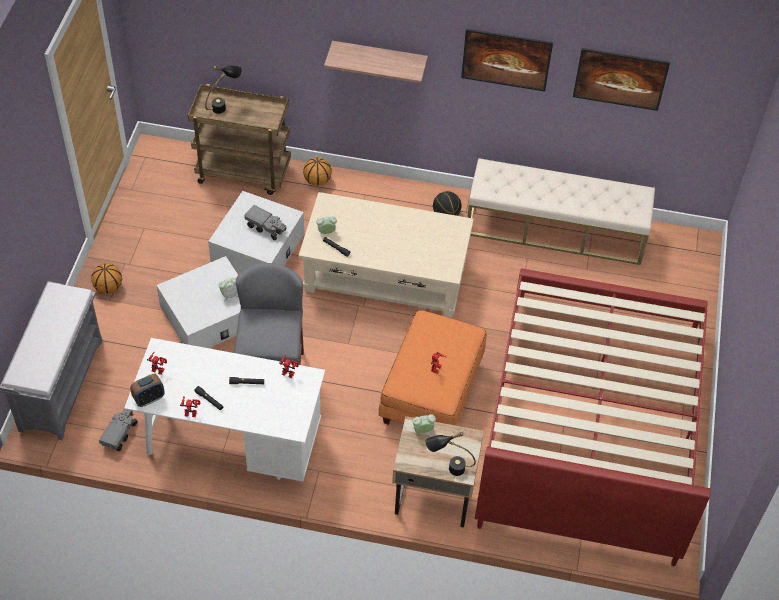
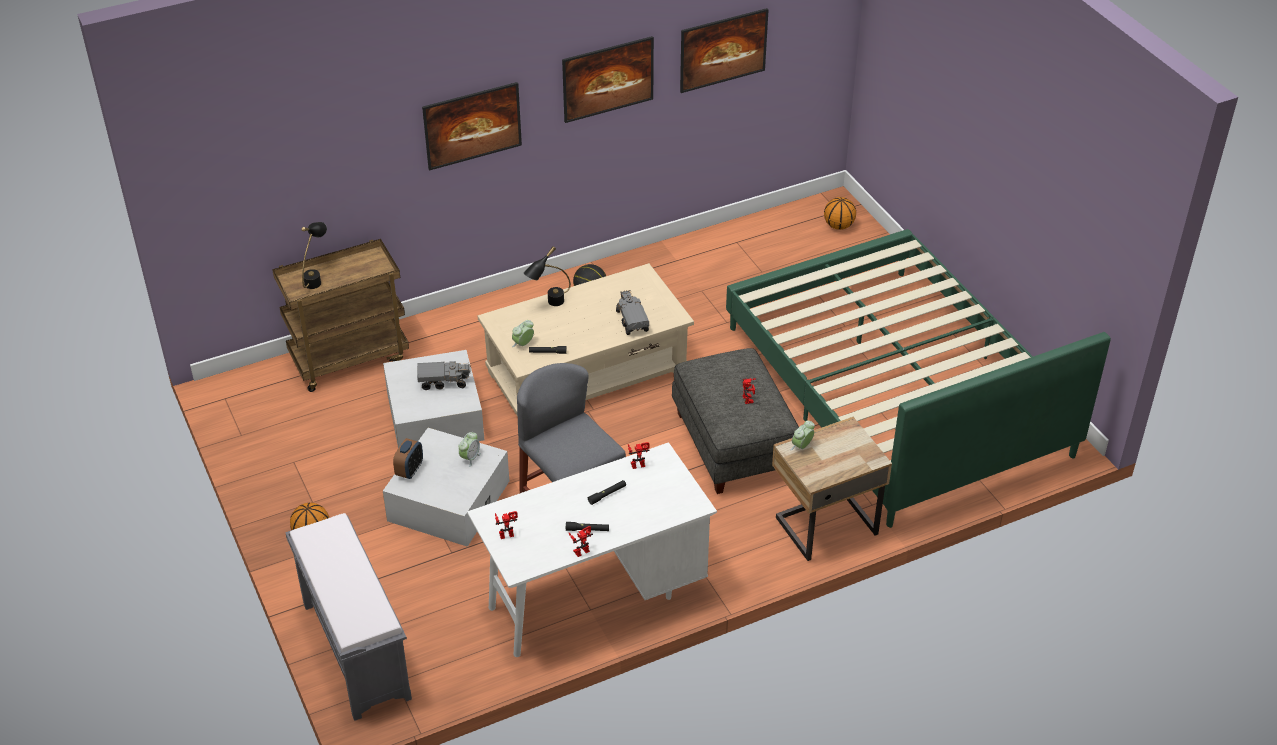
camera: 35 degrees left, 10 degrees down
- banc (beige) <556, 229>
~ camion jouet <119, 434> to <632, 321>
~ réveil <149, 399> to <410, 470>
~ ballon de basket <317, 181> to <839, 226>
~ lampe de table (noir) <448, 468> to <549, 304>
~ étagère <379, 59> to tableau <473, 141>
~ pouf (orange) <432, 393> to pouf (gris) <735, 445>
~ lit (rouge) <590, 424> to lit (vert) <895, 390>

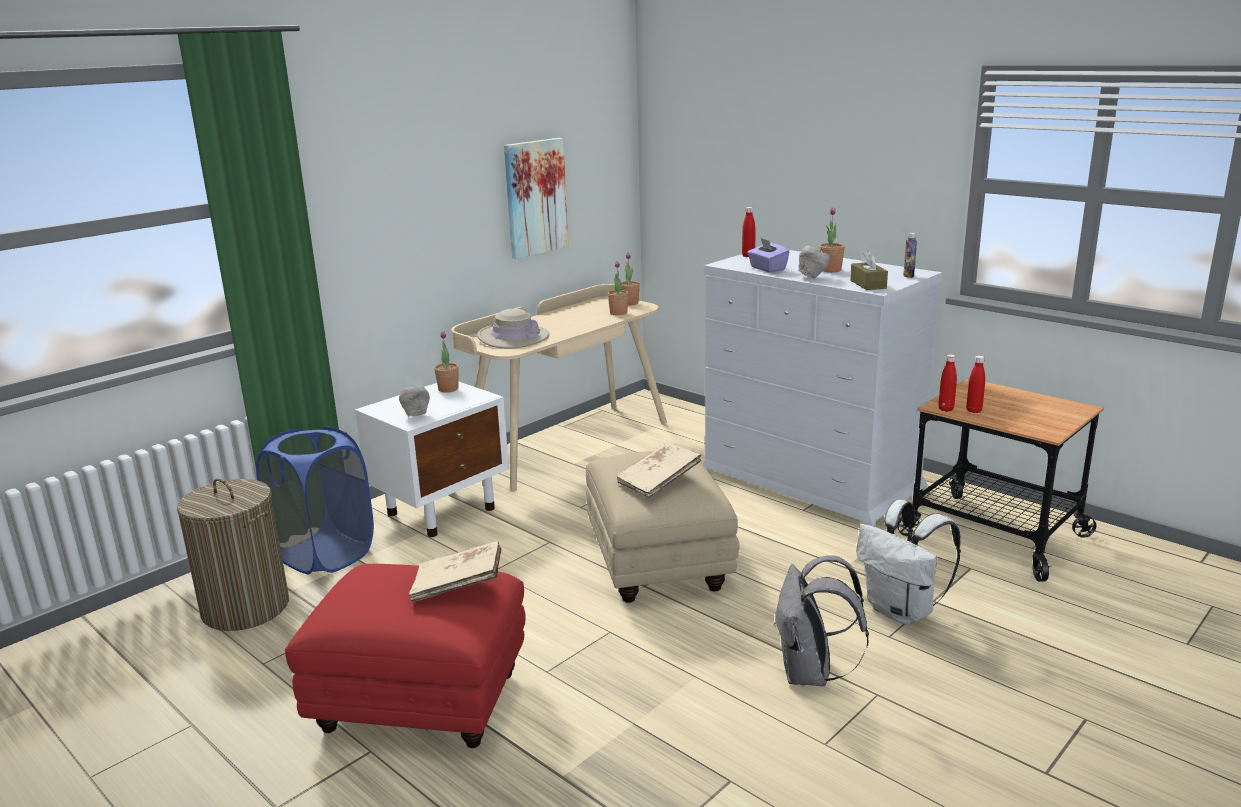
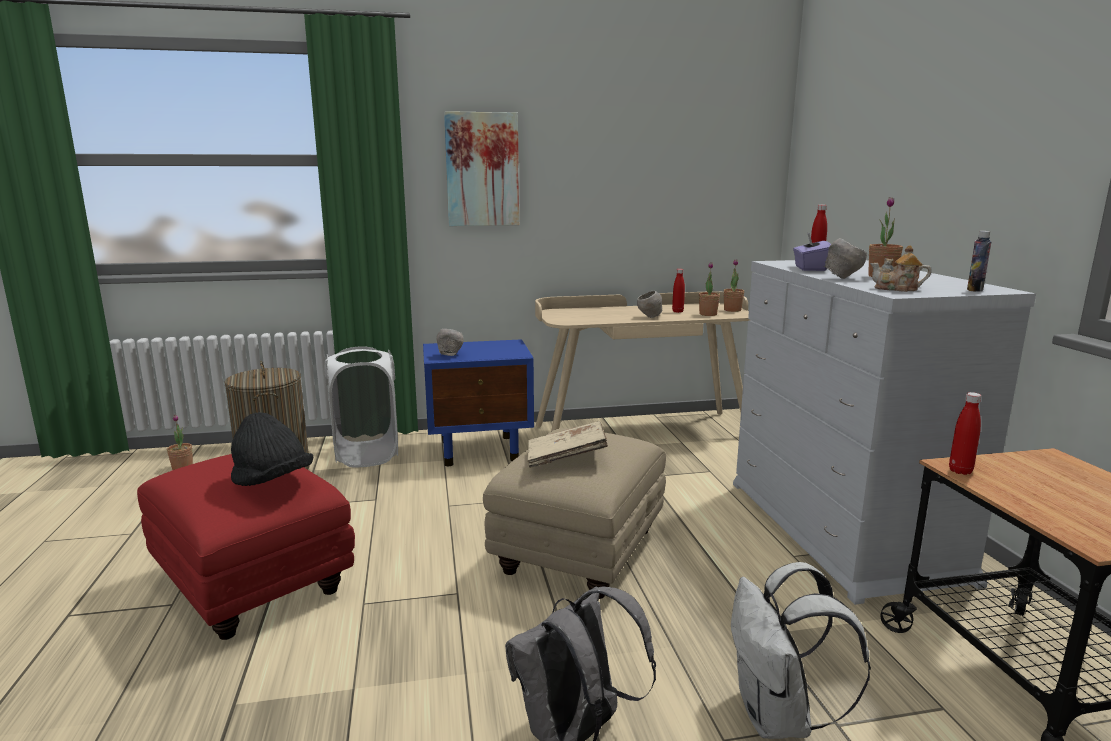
camera: 35 degrees right, 5 degrees down
- chapeau (beige) <513, 337>
+ bol (gris) <649, 317>
~ plante en pot <448, 389> to <182, 468>
~ tableau <535, 197> to <482, 170>
~ bouteille (rouge) <973, 411> to <677, 311>
~ livre (beige) <458, 585> to chapeau (noir) <272, 482>
~ boîte à mouchoirs (marron) <868, 284> to théière <897, 289>
~ panier à linge (bleu) <324, 554> to panier à linge (blanc) <366, 454>
~ table de chevet (blanc) <442, 510> to table de chevet (bleu) <480, 450>

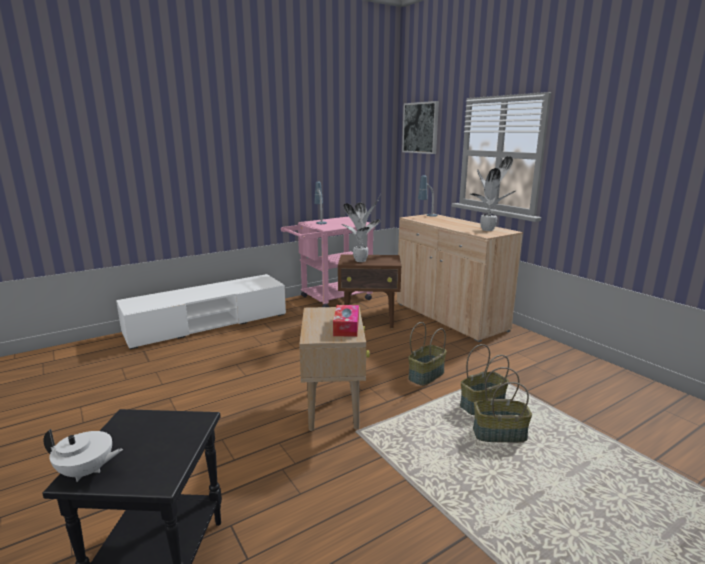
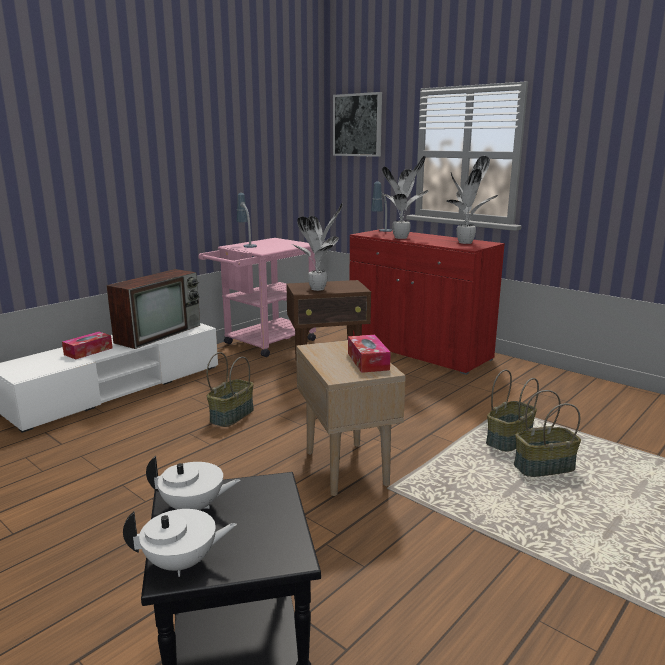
camera: 15 degrees left, 0 degrees up
+ boîte à mouchoirs <88, 351>
+ téléviseur <159, 333>
+ théière (blanc) <194, 507>
+ plante en pot <402, 238>
~ panier <426, 375> to <231, 415>
~ meuble de rangement (beige) <449, 316> to meuble de rangement (rouge) <418, 351>

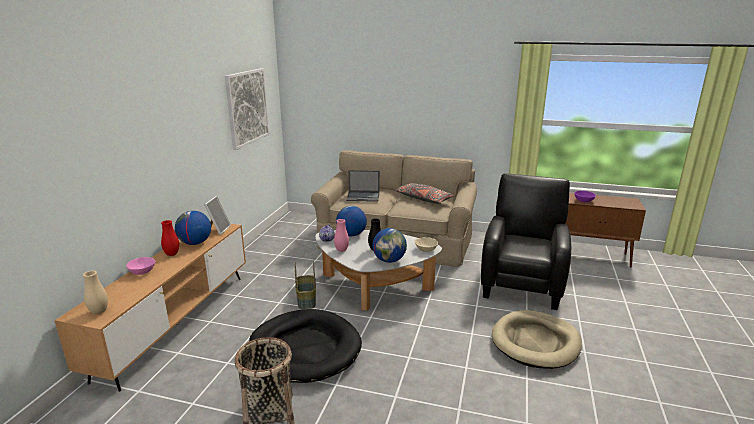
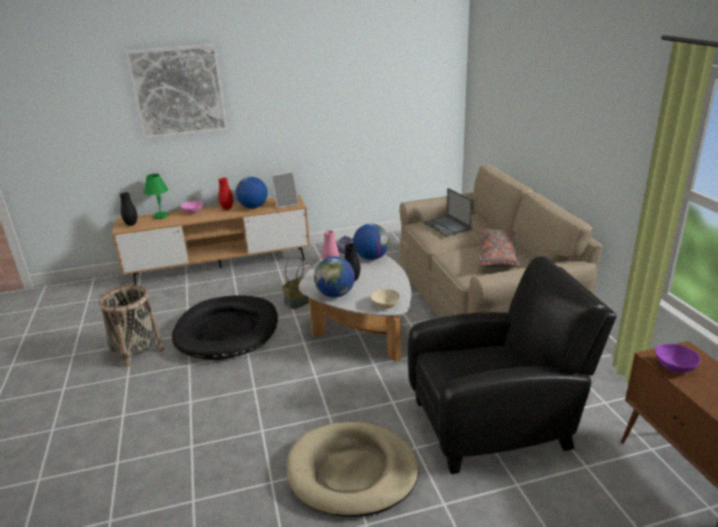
camera: 60 degrees right, 5 degrees up
+ lampe de table (vert) <160, 216>
~ tableau <247, 107> to <178, 92>
~ vase (beige) <99, 312> to vase (noir) <131, 224>

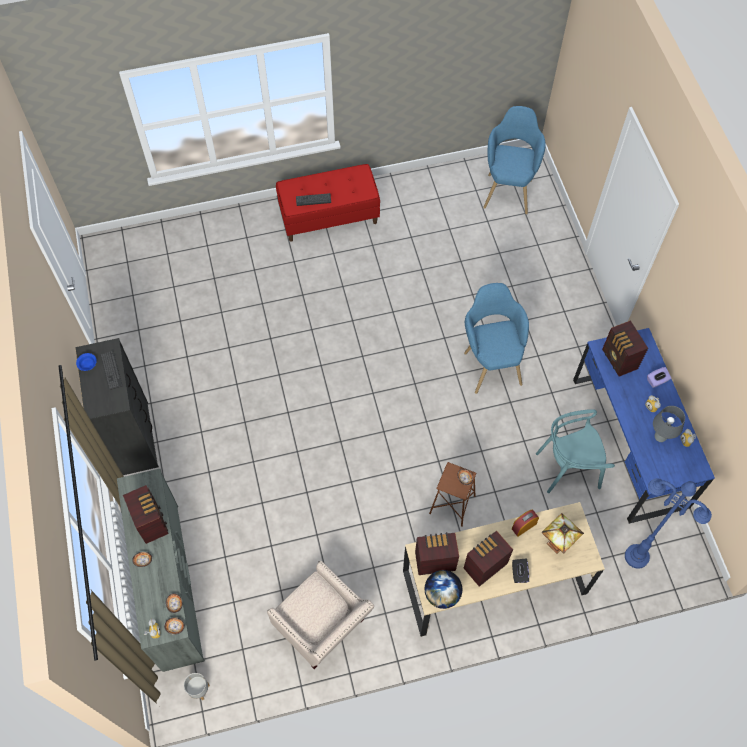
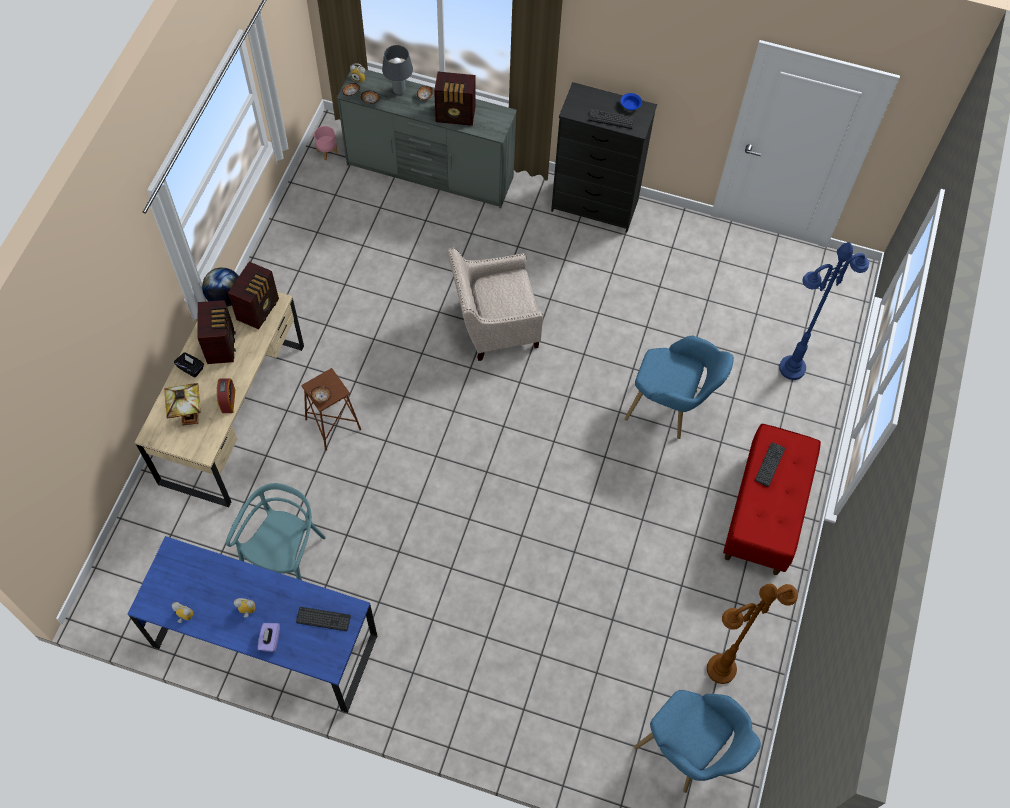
camera: 120 degrees right, 0 degrees up
+ lampadaire (marron) <721, 669>
~ fauteuil (beige) <322, 628> to <493, 325>
~ fauteuil (bleu) <490, 361> to <671, 409>
~ lampadaire (bleu) <636, 556> to <792, 368>
~ lampe de table (gris) <659, 437> to <399, 90>
~ radio <619, 360> to clavier <323, 619>
~ cache-pot (gris) <199, 689> to cache-pot (rose) <327, 152>

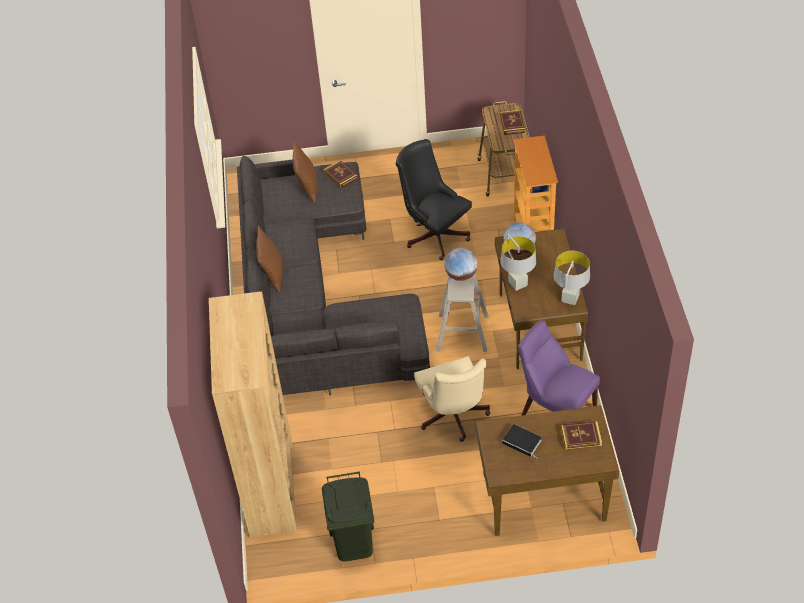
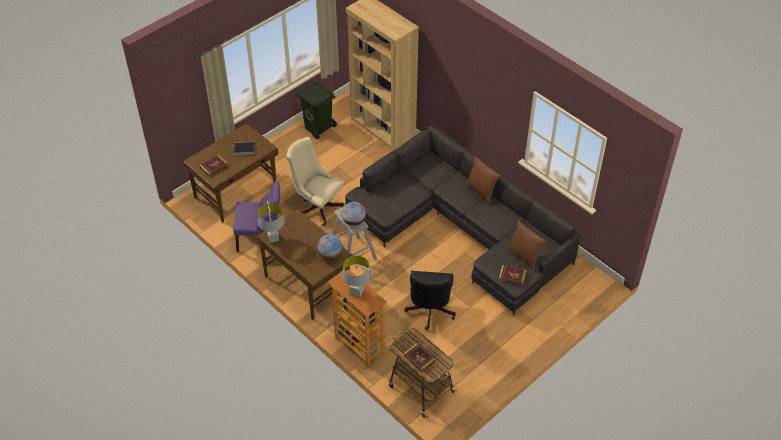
camera: 140 degrees right, 0 degrees up
~ lampe de table (gris) <517, 284> to <357, 292>
~ chaise de bureau (noir) <434, 234> = <429, 312> 90 degrees clockwise

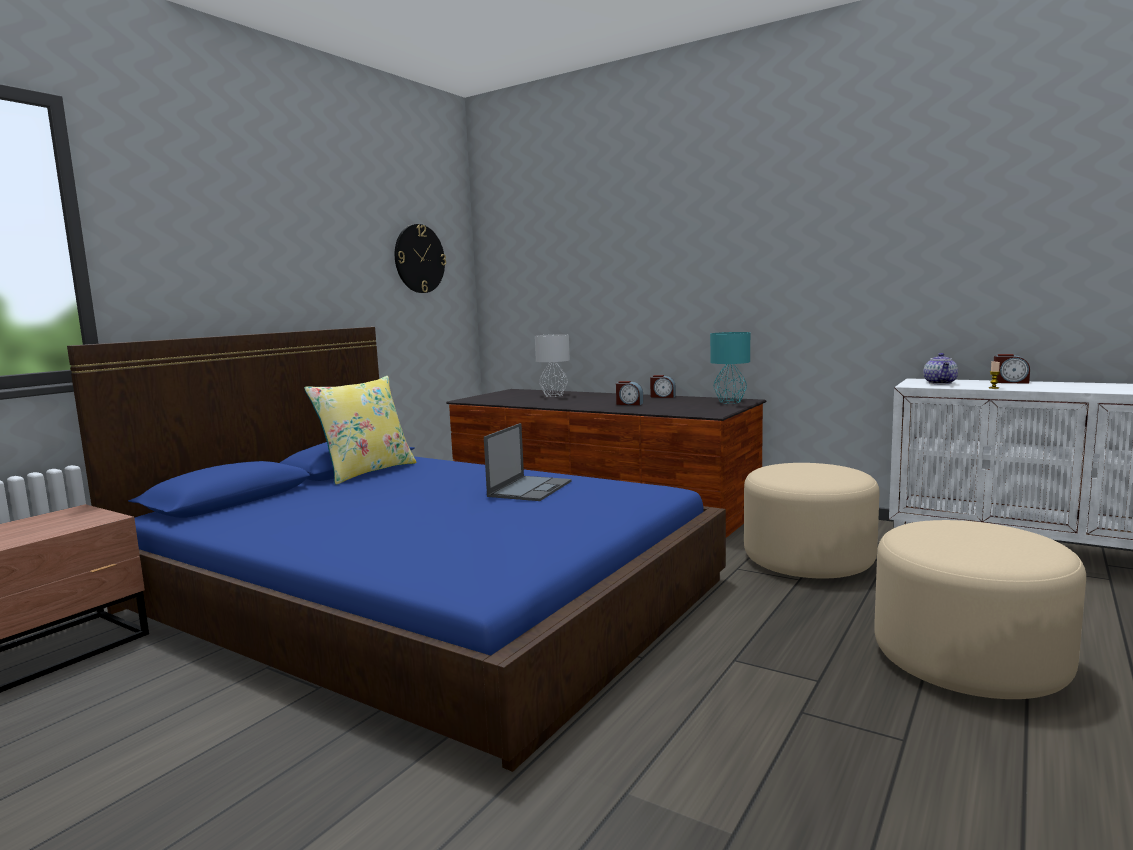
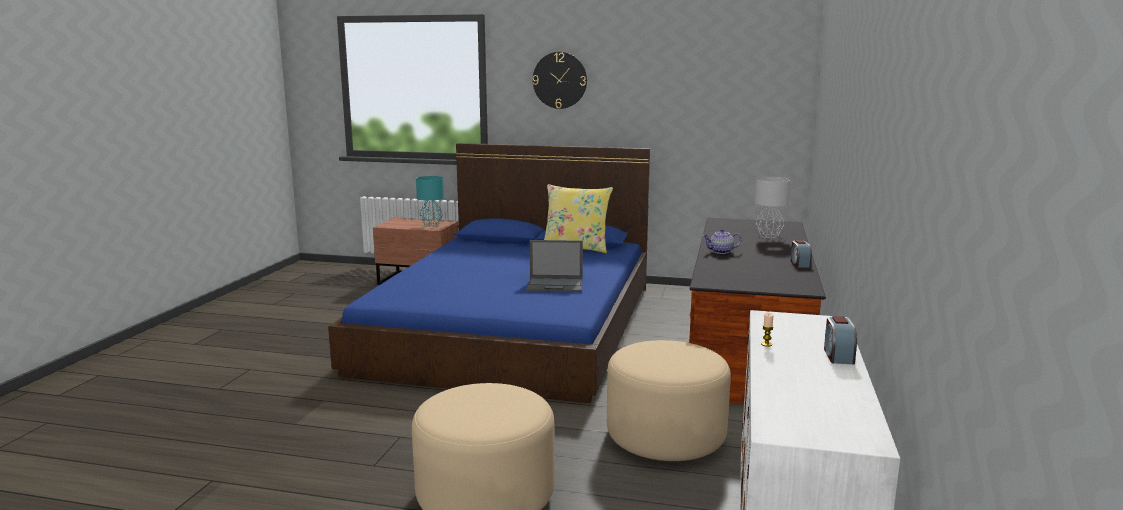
camera: 70 degrees right, 5 degrees up
- réveil <629, 404>
~ horloge murale <419, 259> to <560, 80>
~ lampe de table (turquoise) <730, 402> to <431, 225>
~ théière <941, 383> to <721, 252>

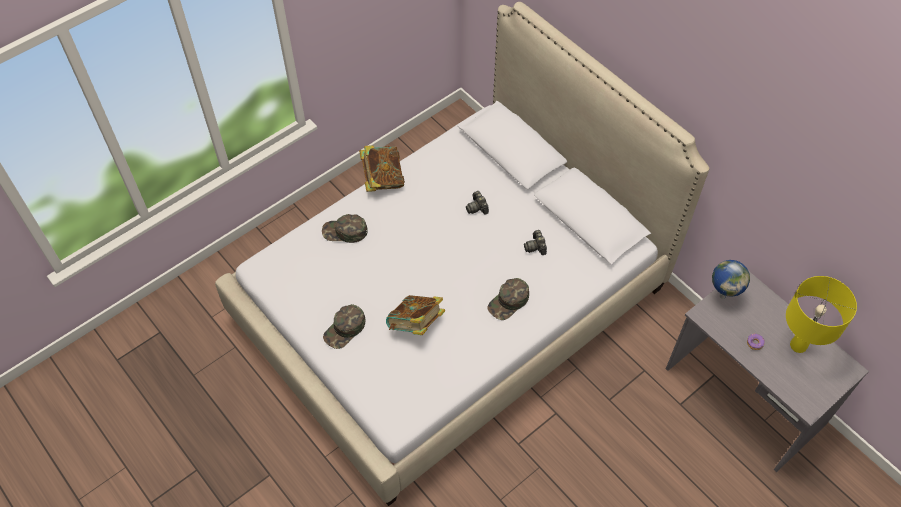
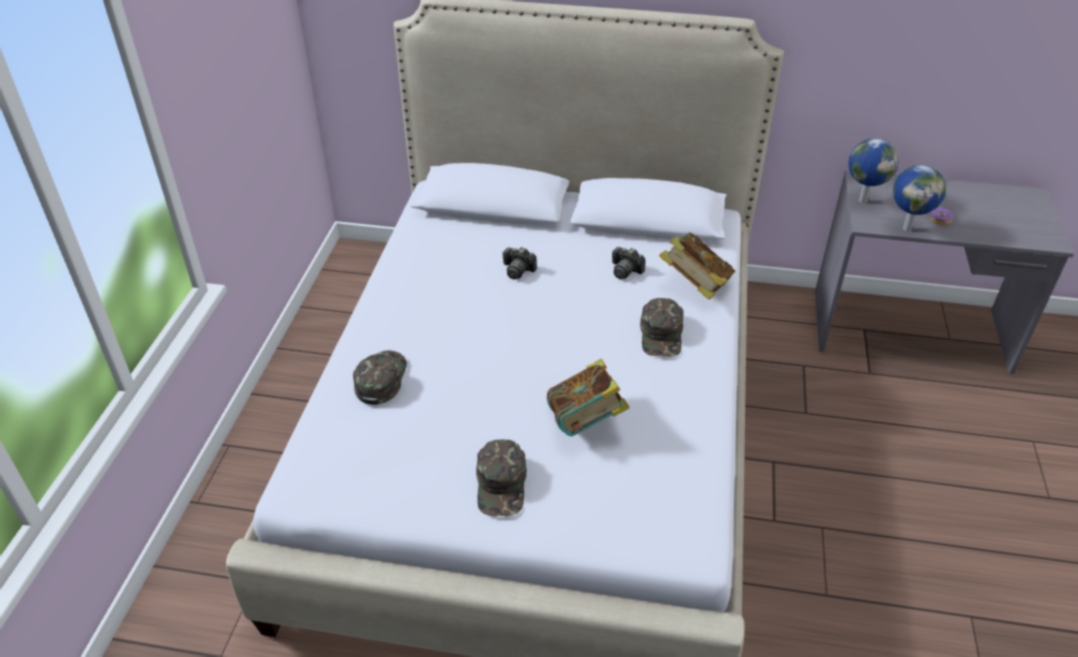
camera: 40 degrees left, 15 degrees down
- lampe de table (jaune) <798, 345>
+ globe <907, 228>
~ livre <382, 179> to <694, 286>
~ casquette (vert) <344, 232> = <380, 379> 135 degrees clockwise

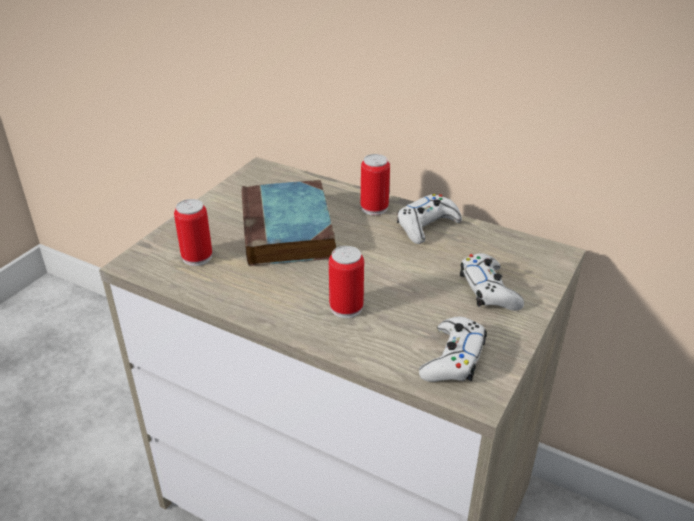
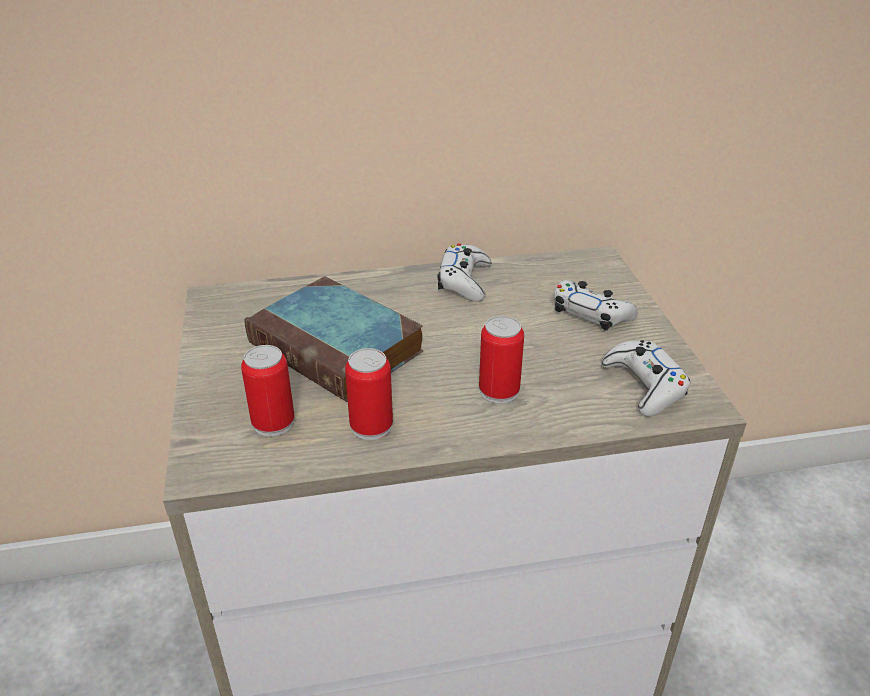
camera: 40 degrees left, 0 degrees up
~ boîte métallique <374, 208> to <371, 426>

